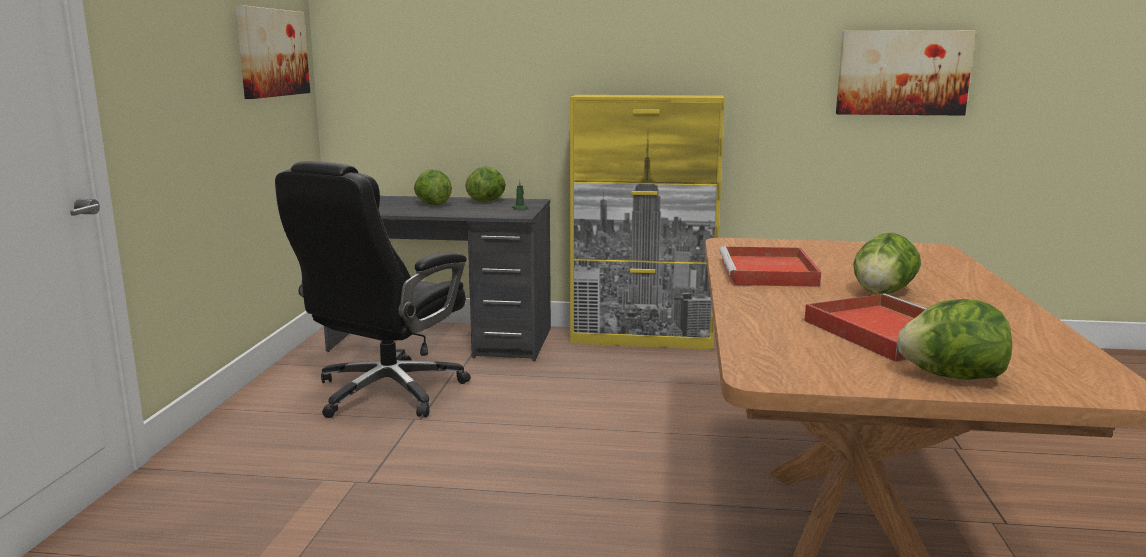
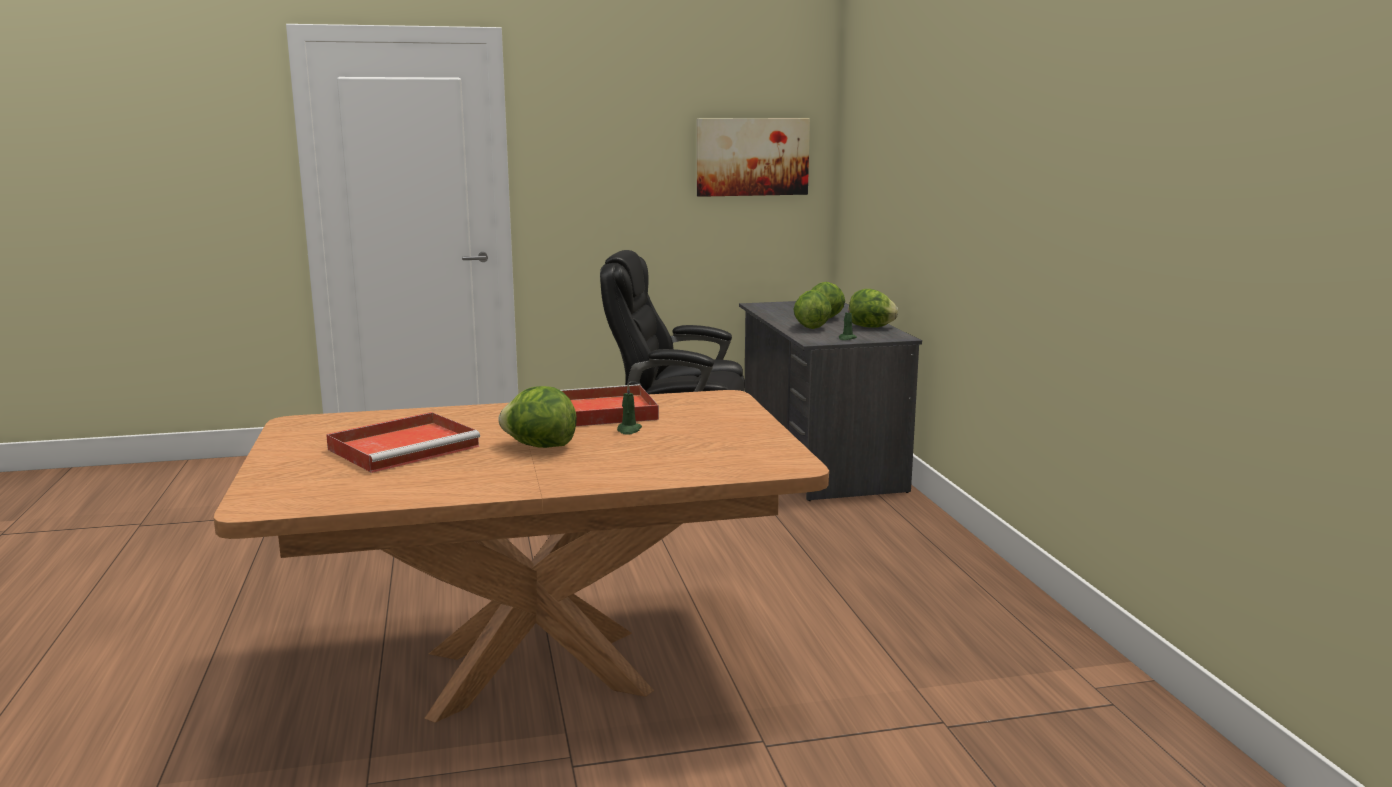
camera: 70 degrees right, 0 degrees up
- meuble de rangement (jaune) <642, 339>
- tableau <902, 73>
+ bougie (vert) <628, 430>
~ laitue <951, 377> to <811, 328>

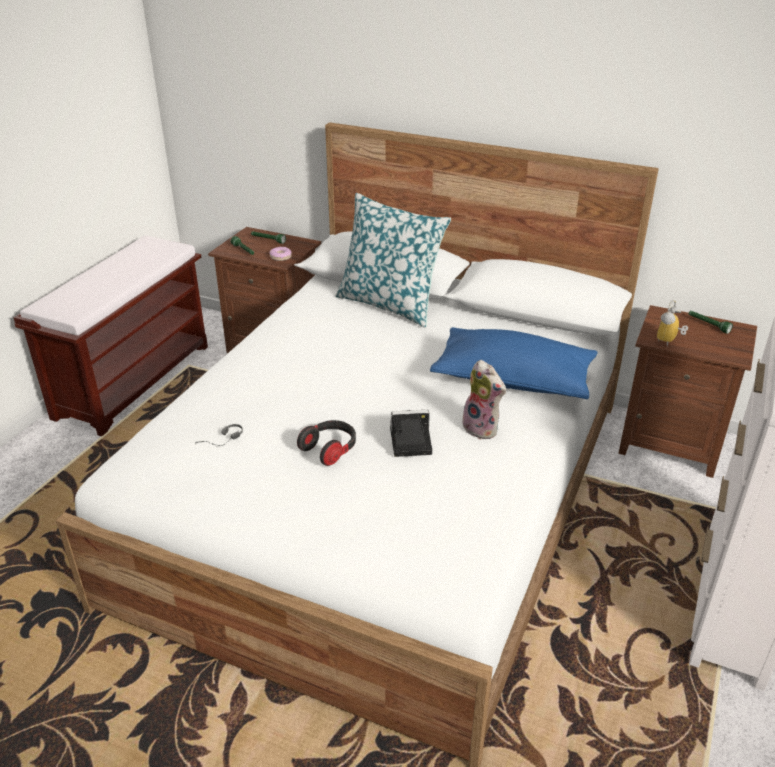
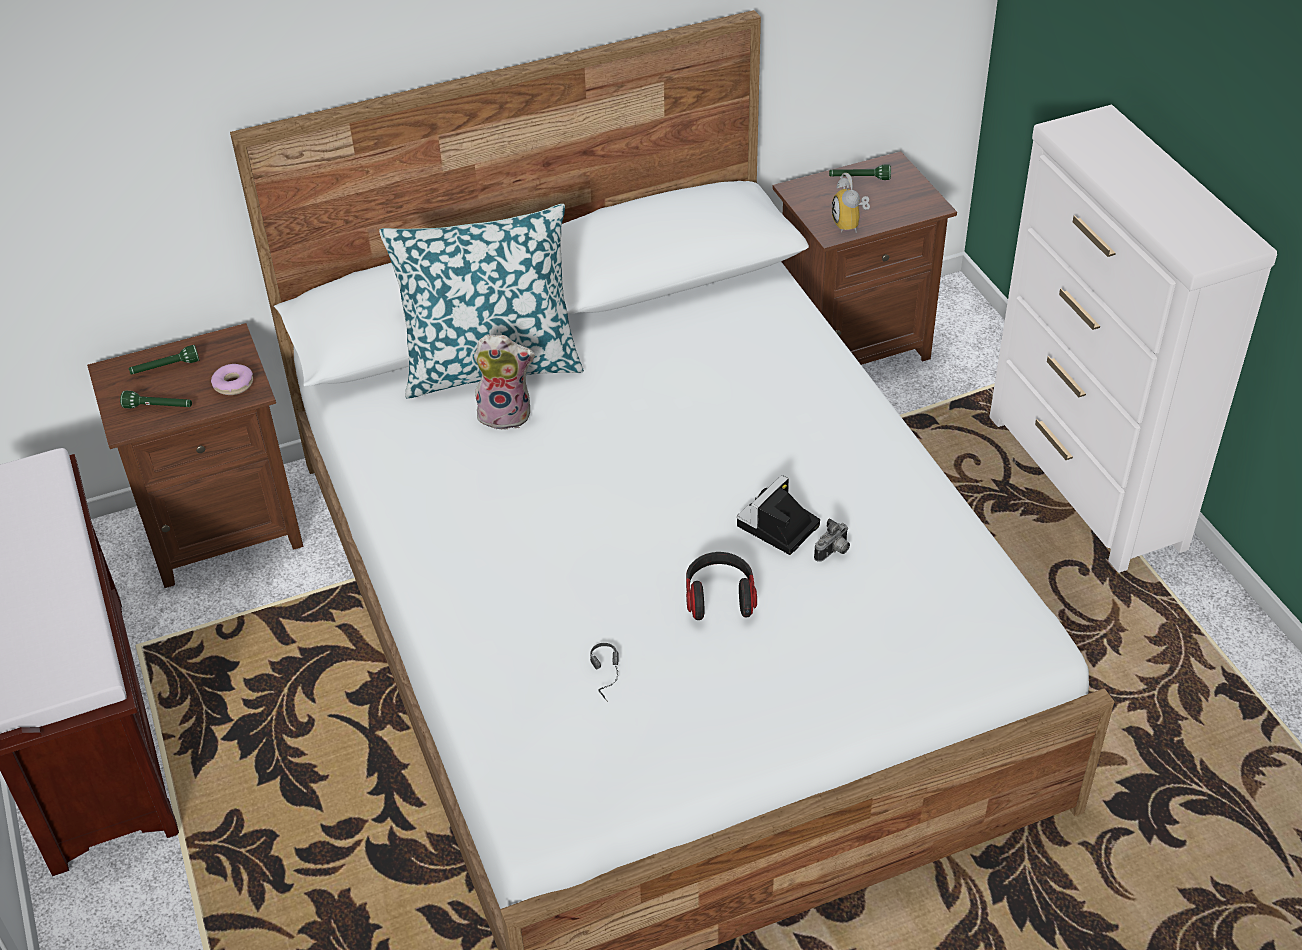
camera: 45 degrees left, 10 degrees up
- coussin (bleu) <513, 380>
+ appareil photo <834, 552>
~ peluche <483, 428> to <506, 414>

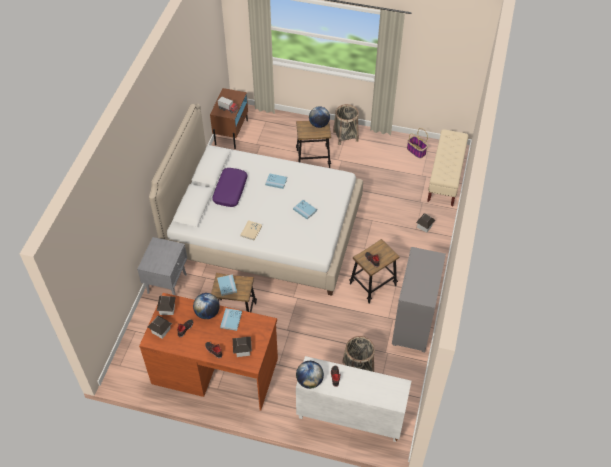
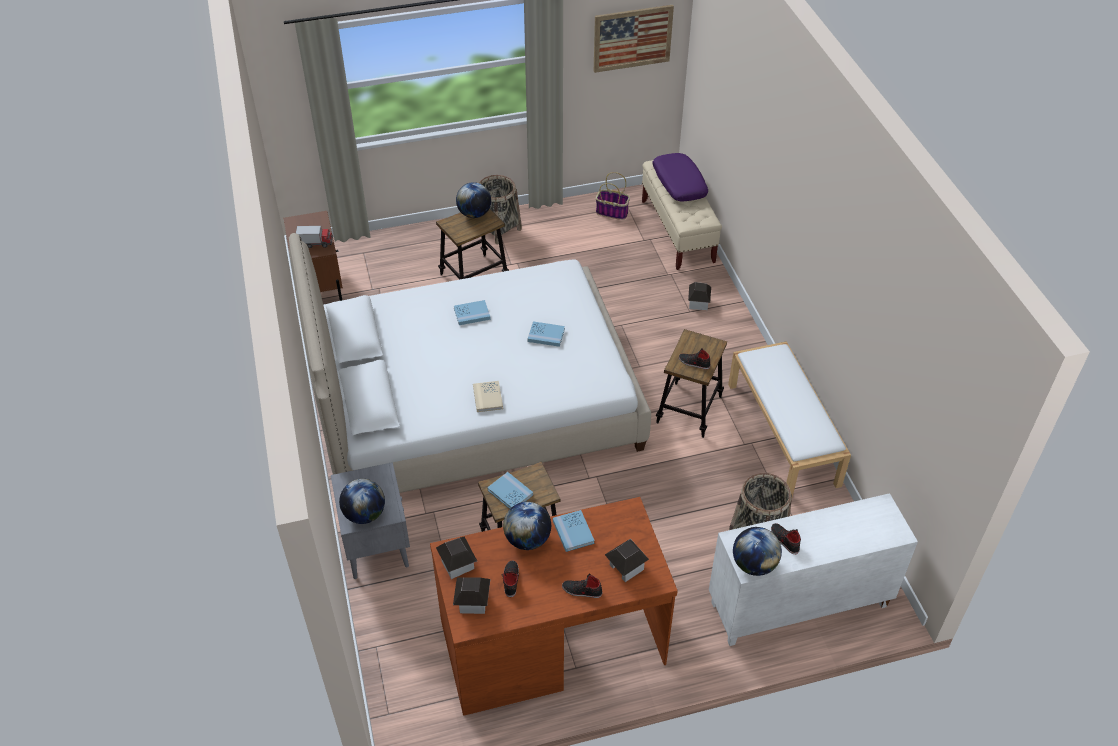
camera: 30 degrees left, 5 degrees down
+ globe <364, 514>
+ tableau <632, 38>
~ coussin (violet) <230, 190> to <678, 183>
~ meuble de rangement (gris) <414, 322> to banc (blanc) <783, 434>

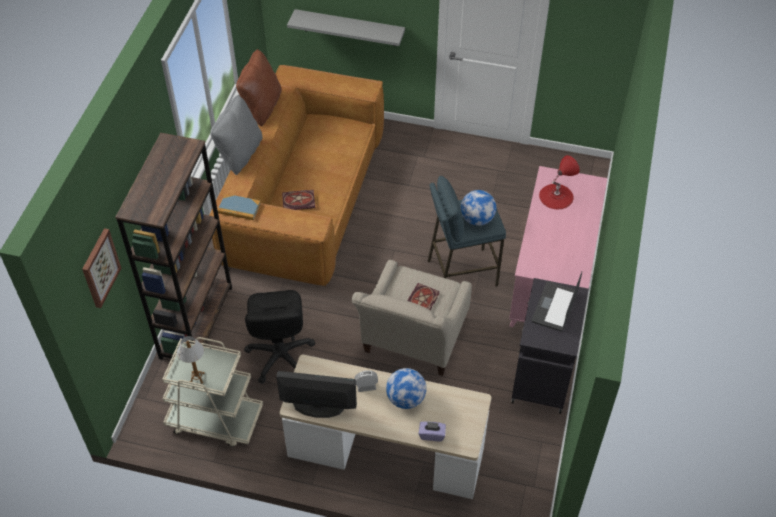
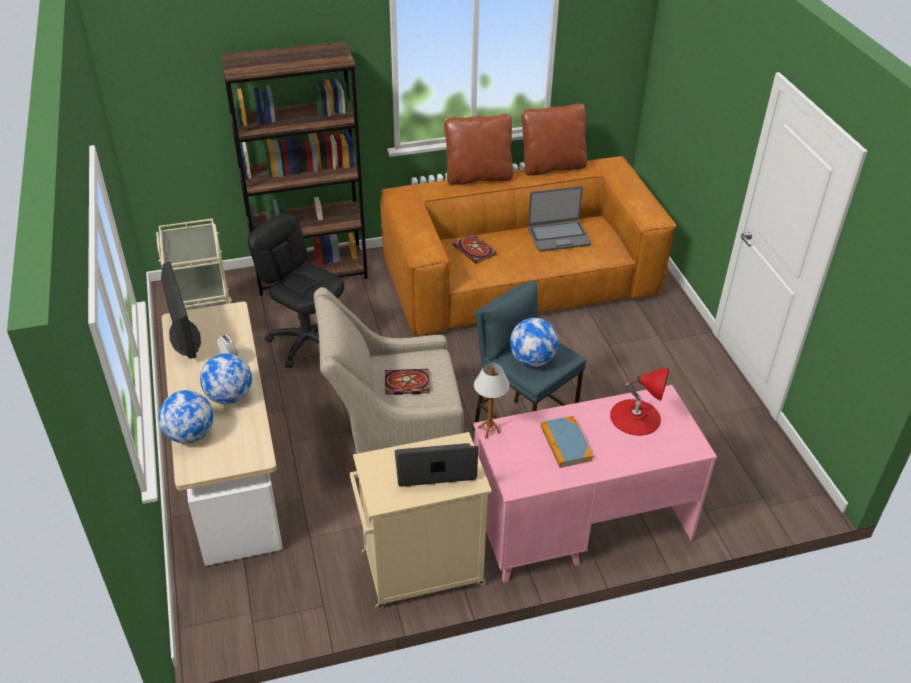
camera: 60 degrees right, 10 degrees down
- tableau <100, 268>
- étagère (gris) <349, 28>
+ ordinateur portable <558, 236>
~ lampe de table <197, 377> to <489, 430>
~ livre <239, 208> to <565, 443>
~ boîte à mouchoirs (violet) <431, 434> to globe <190, 435>
~ coussin (gris) <240, 154> to coussin (marron) <478, 177>
~ meuble de rangement (noir) <541, 378> to meuble de rangement (beige) <420, 570>
~ chaise de bureau (noir) <280, 356> = <307, 341> 75 degrees clockwise

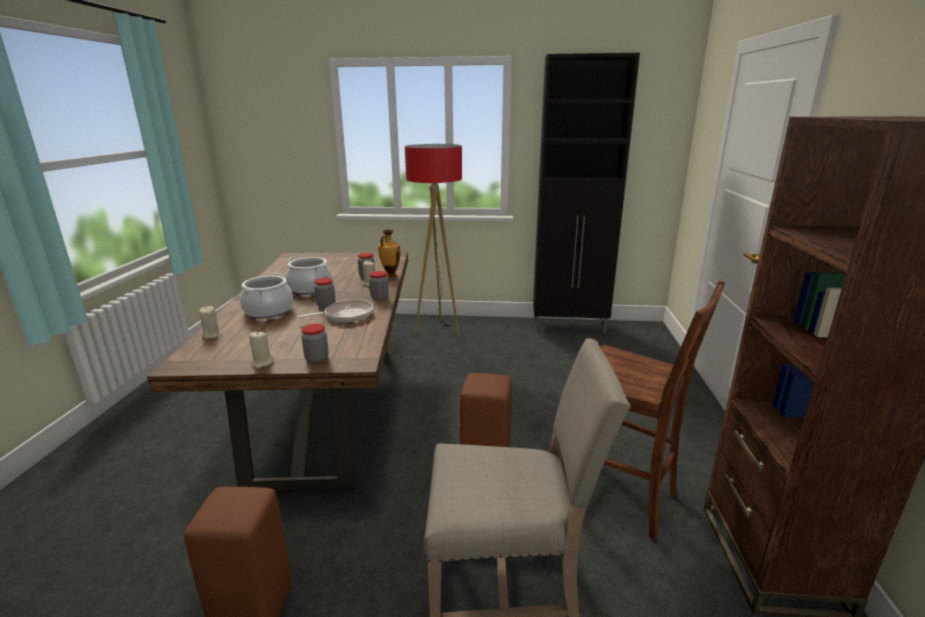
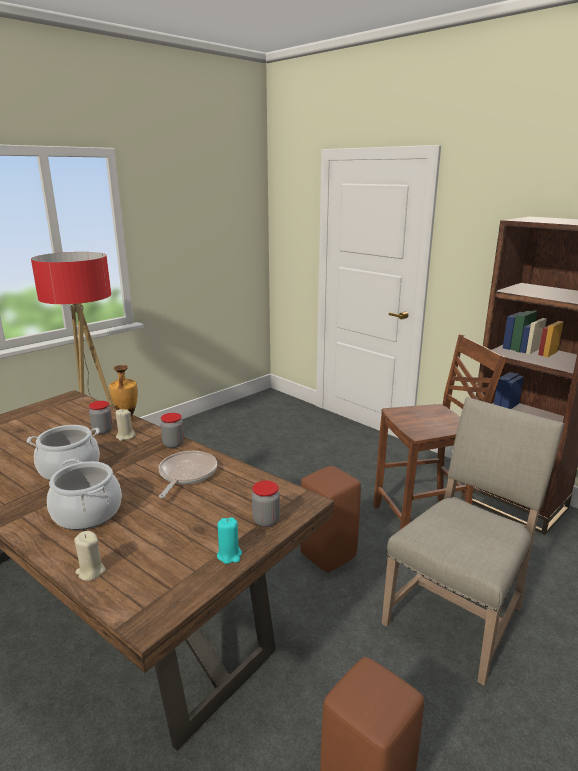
camera: 50 degrees left, 0 degrees up
- bocal <326, 305>
- meuble de rangement (noir) <570, 326>
~ bougie (beige) <262, 363> to bougie (turquoise) <229, 555>

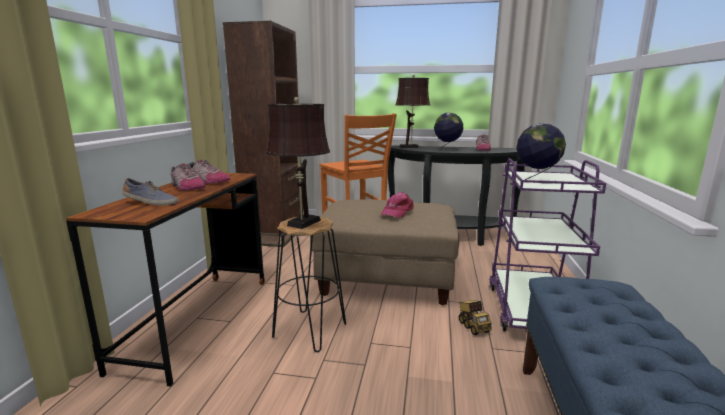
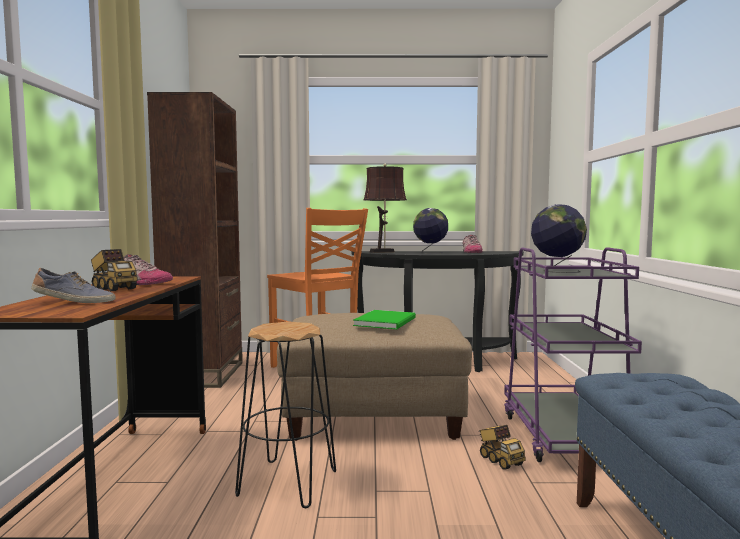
camera: 10 degrees left, 10 degrees down
- lampe de table (marron) <301, 224>
~ chaussure <187, 187> to camion jouet <113, 288>
~ casquette (rose) <397, 211> to livre (vert) <387, 321>

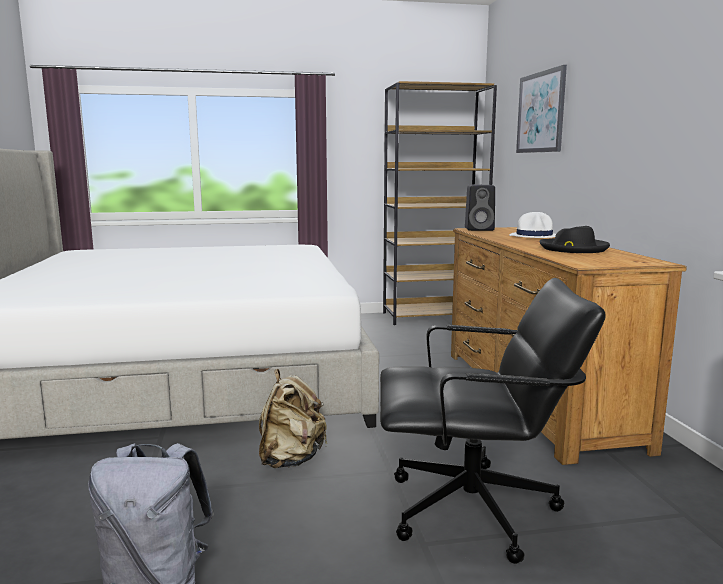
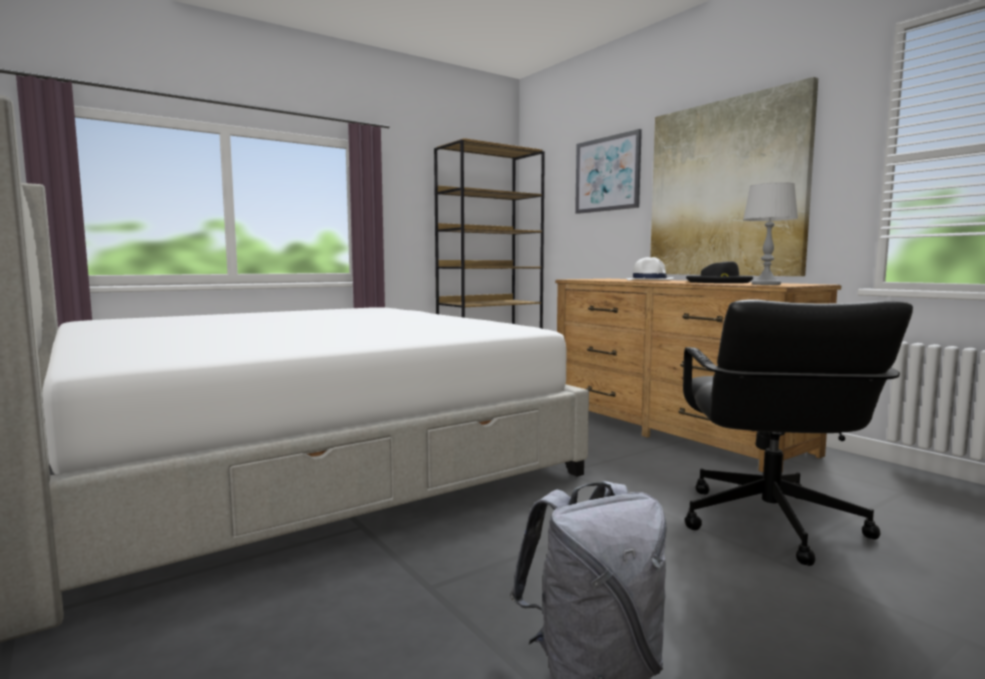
camera: 25 degrees left, 5 degrees down
- sac à dos (beige) <291, 459>
- enceinte (noir) <480, 229>
+ tableau <725, 189>
+ lampe de table (gris) <766, 284>
~ chaise de bureau (noir) <474, 511> = <768, 523> 120 degrees clockwise

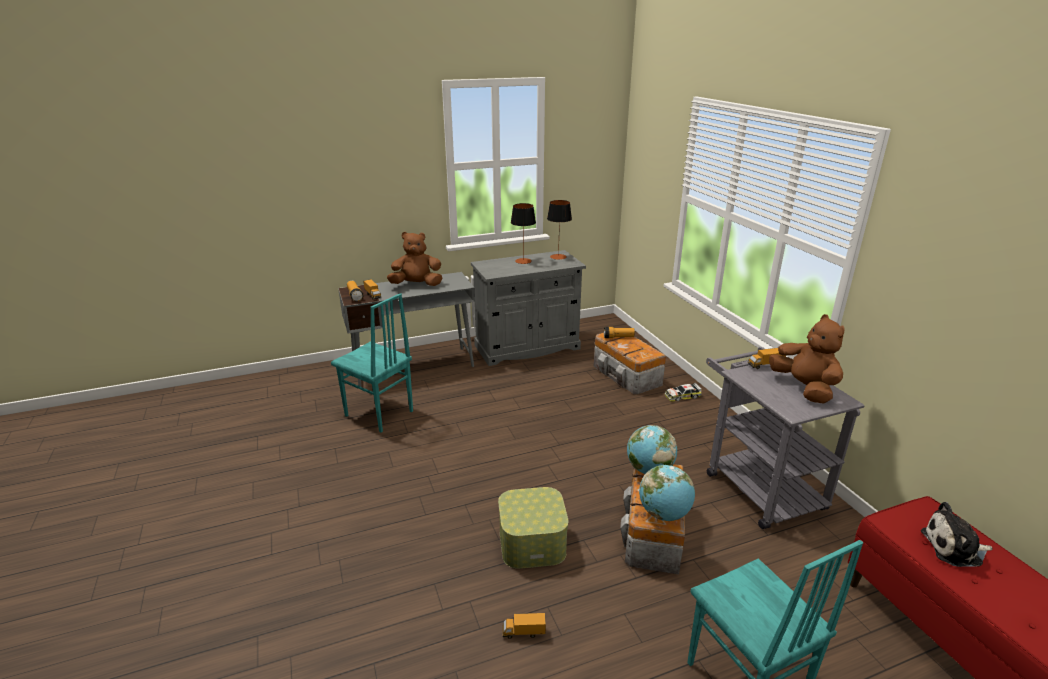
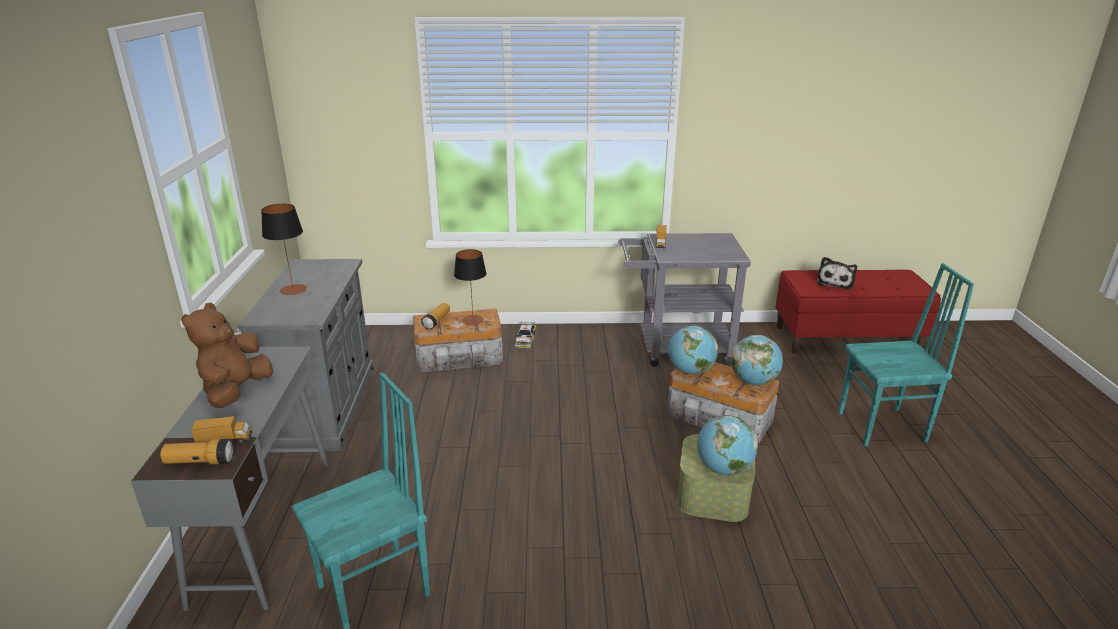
camera: 70 degrees left, 0 degrees up
- camion jouet <523, 632>
- peluche (marron) <804, 388>
+ globe <723, 469>
~ lampe de table <558, 257> to <473, 320>

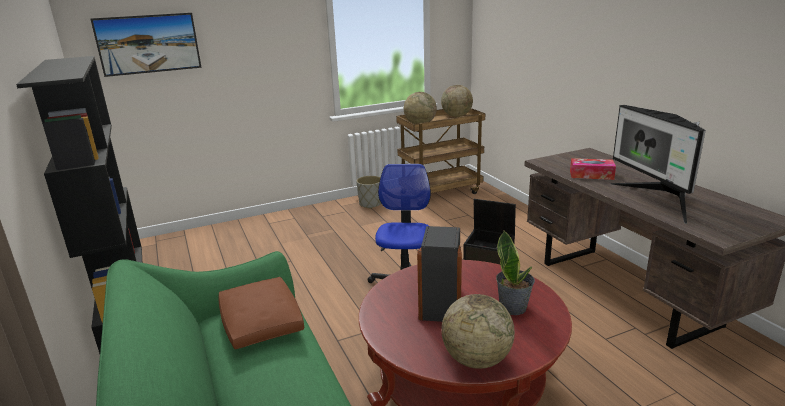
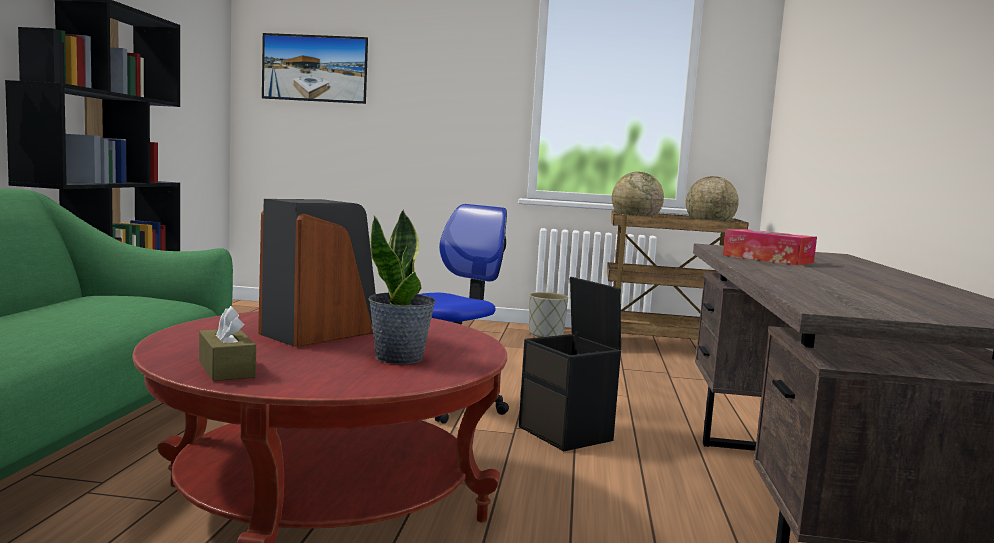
camera: 30 degrees right, 15 degrees down
- coussin (marron) <261, 322>
- écran d'ordinateur <657, 200>
~ globe <476, 359> to boîte à mouchoirs (marron) <226, 369>

